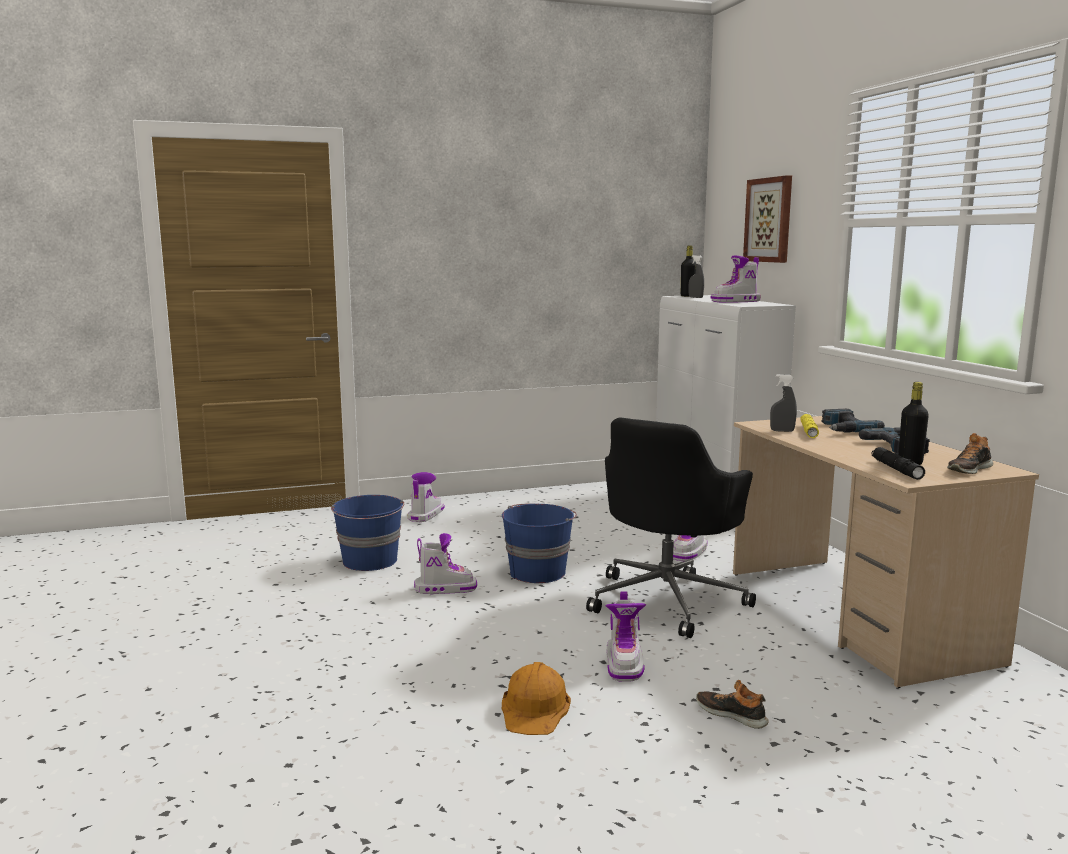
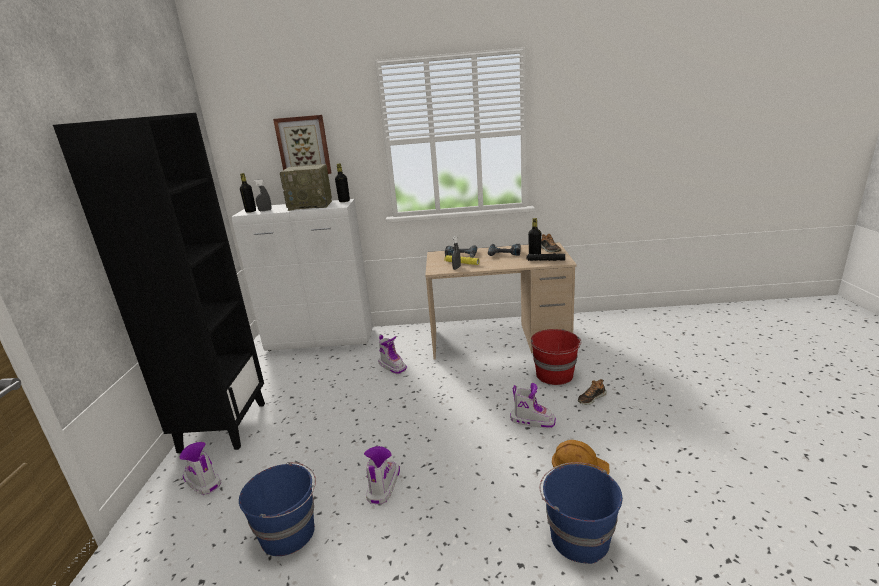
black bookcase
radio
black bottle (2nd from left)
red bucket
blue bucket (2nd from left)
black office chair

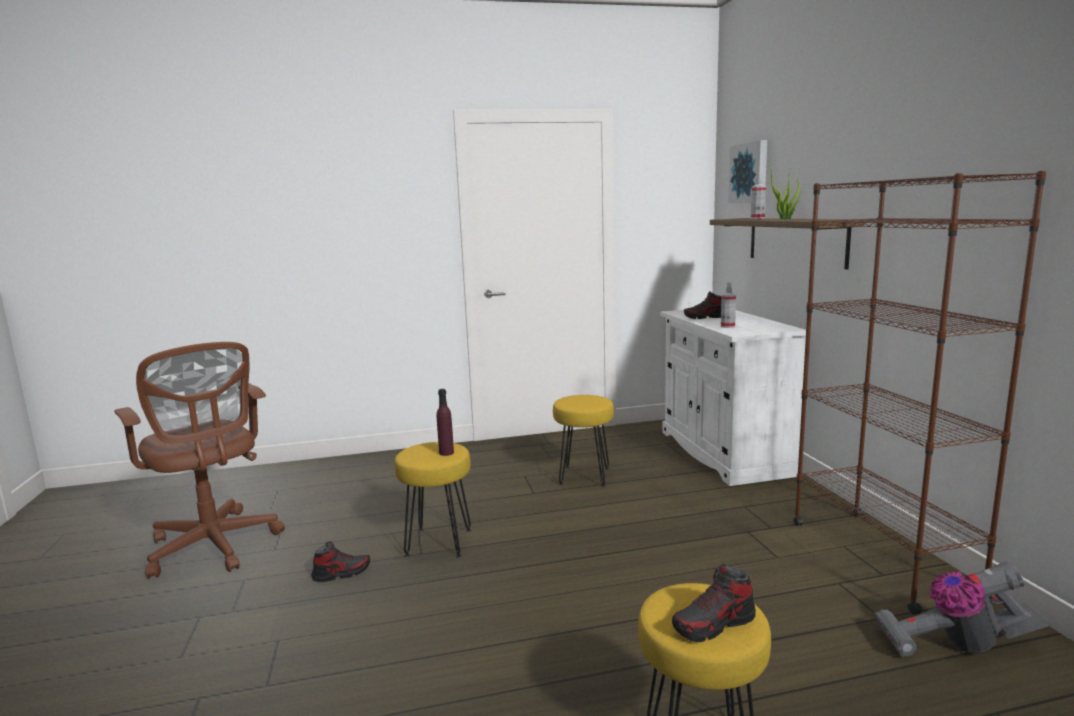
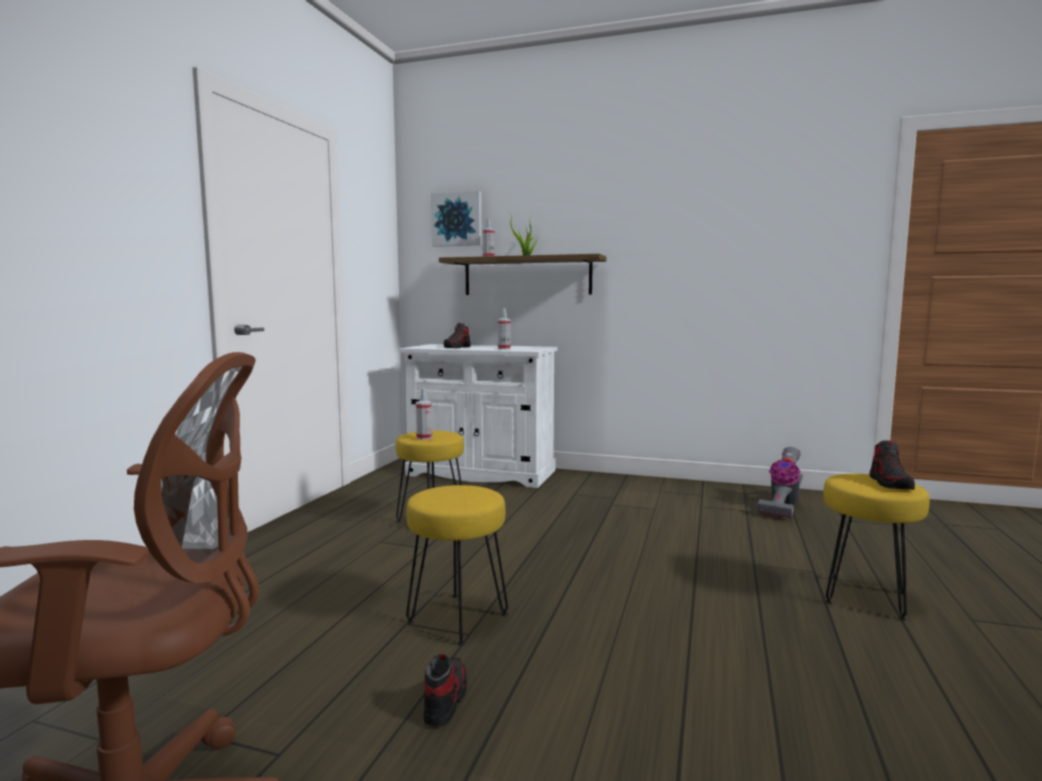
spray bottle (1st from left)
purple bottle
brown bookcase

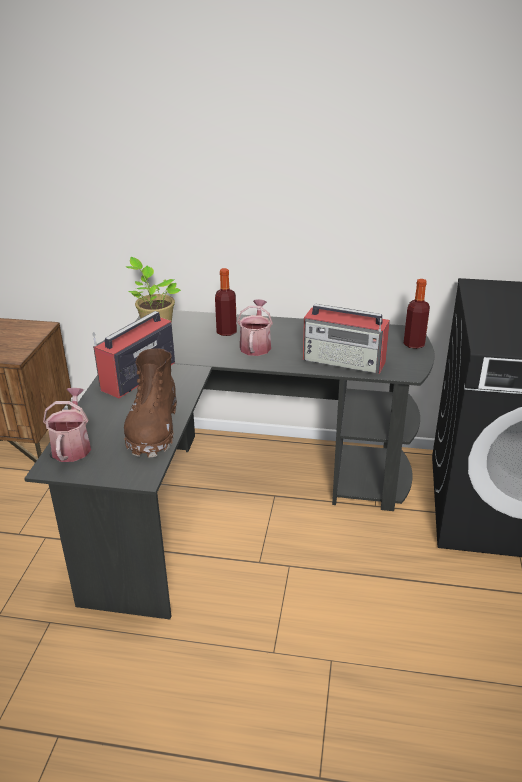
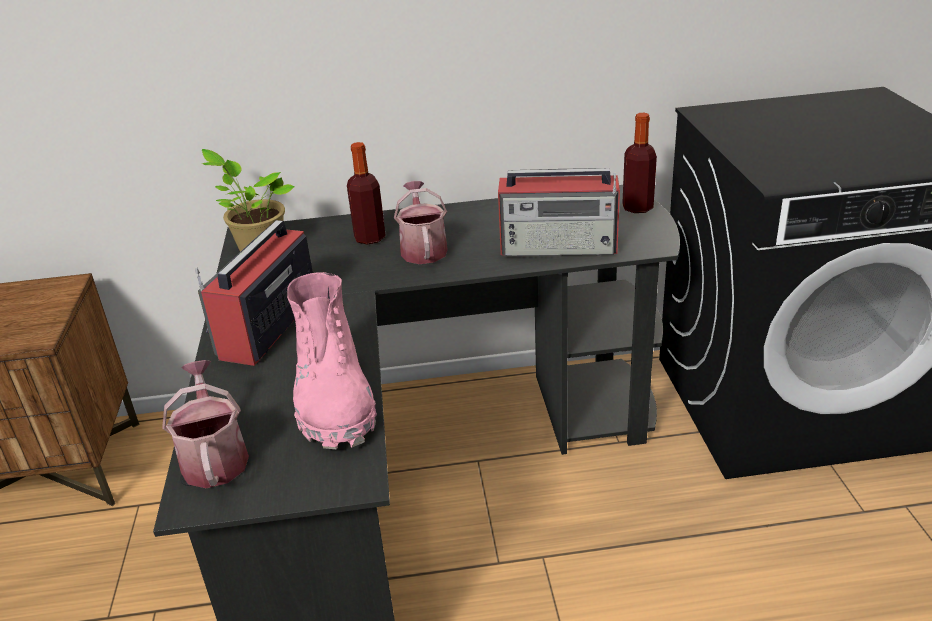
pink boot

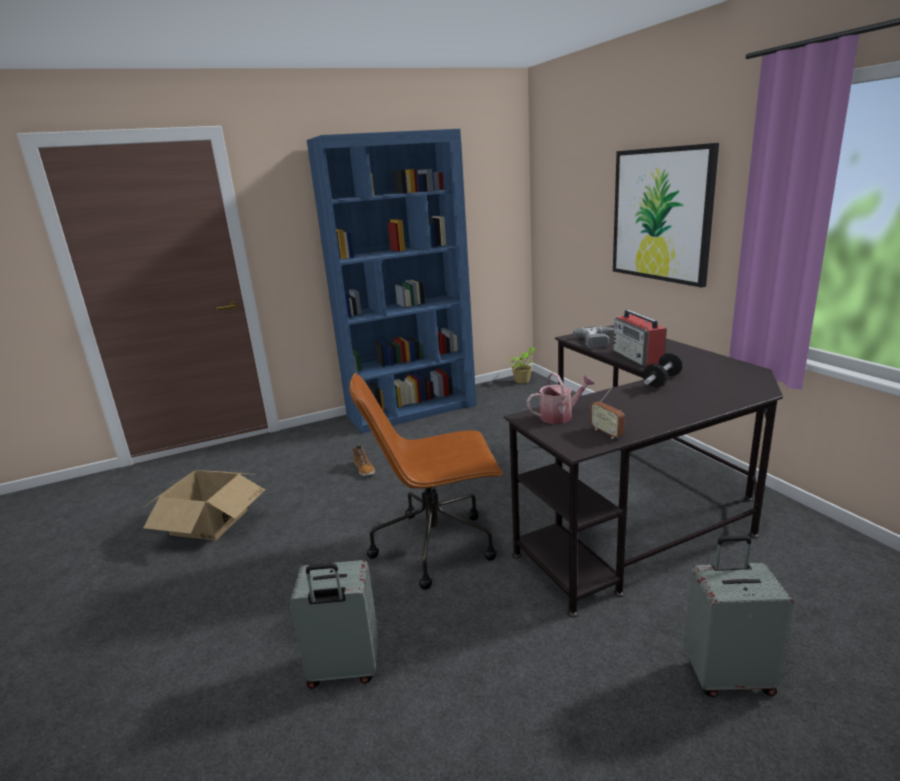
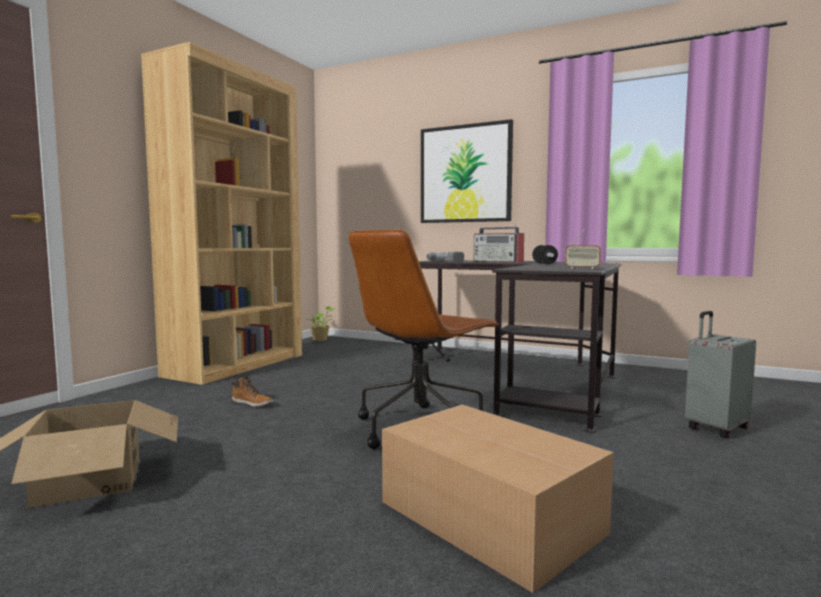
brown bookcase
cardboard box (2nd from left)
watering can

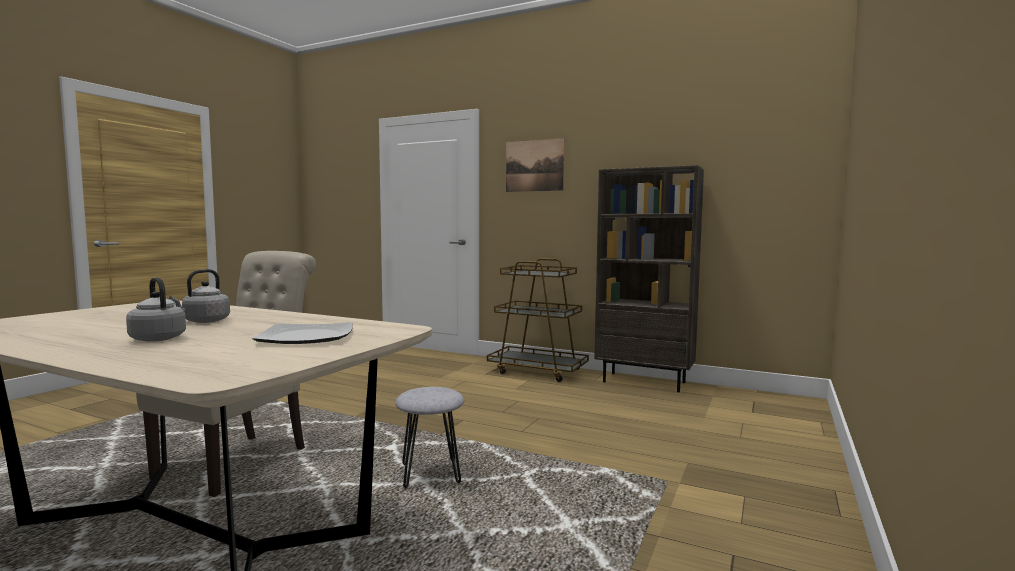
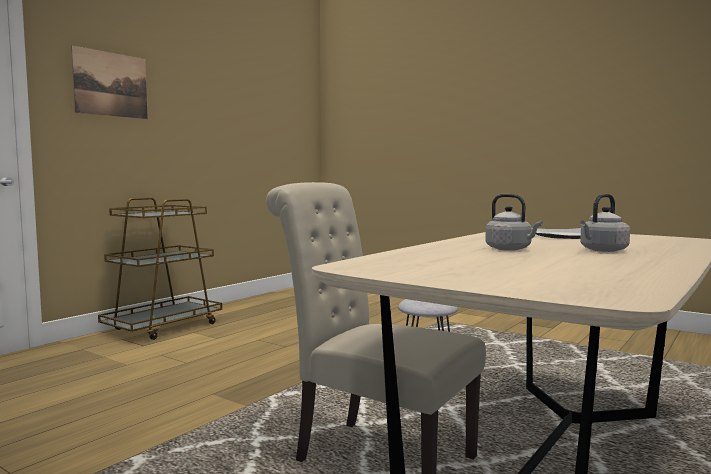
brown bookcase

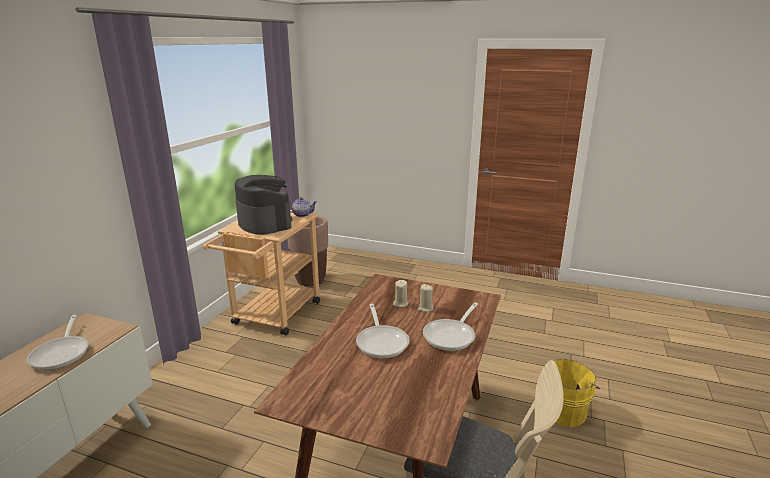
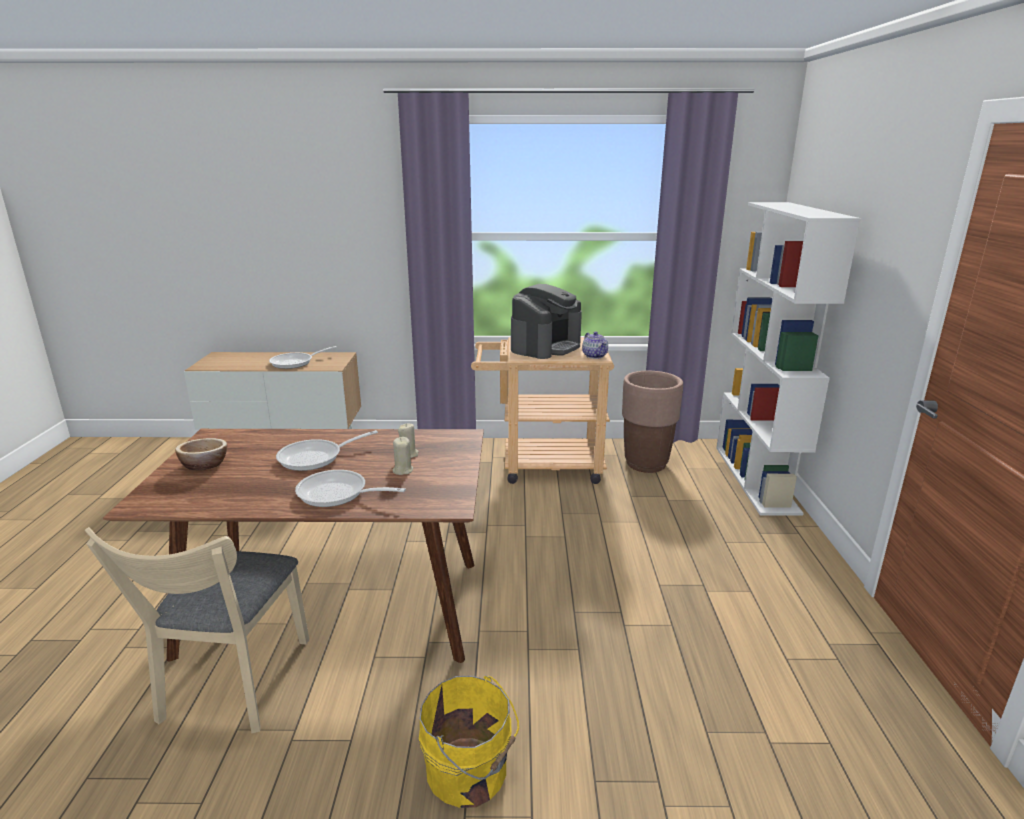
bowl
white bookcase

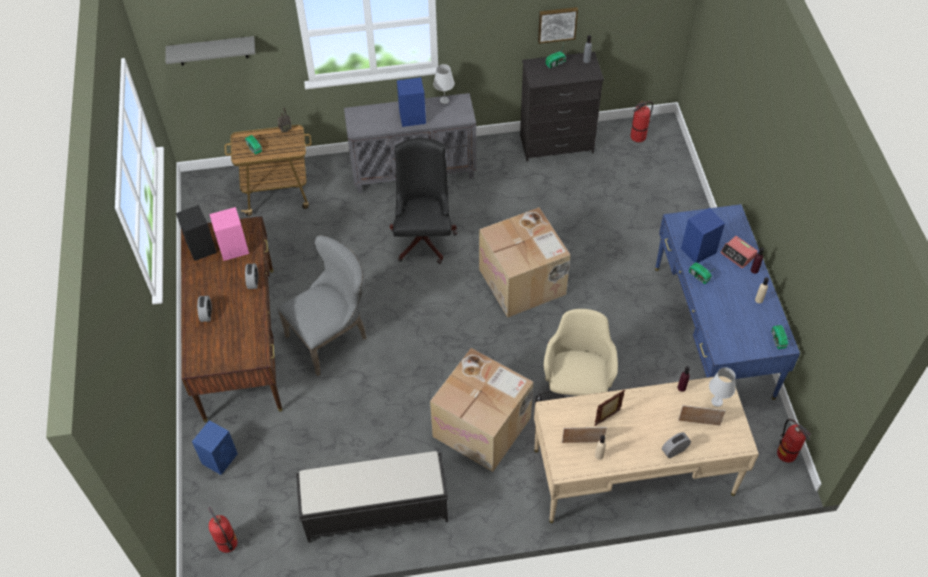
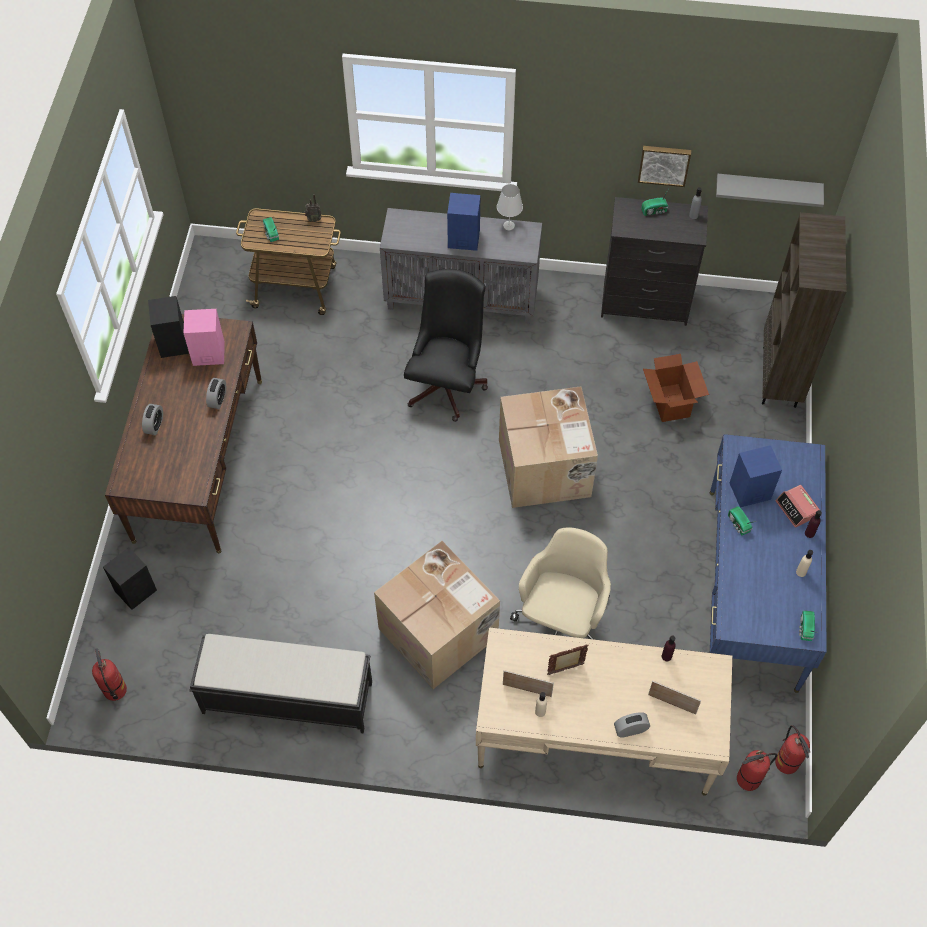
black speaker (1st from left)
cardboard box (3rd from left)
grey shelf
fire extinguisher (2nd from left)
brown bookcase
grey chair
white table lamp (2nd from left in the first image)

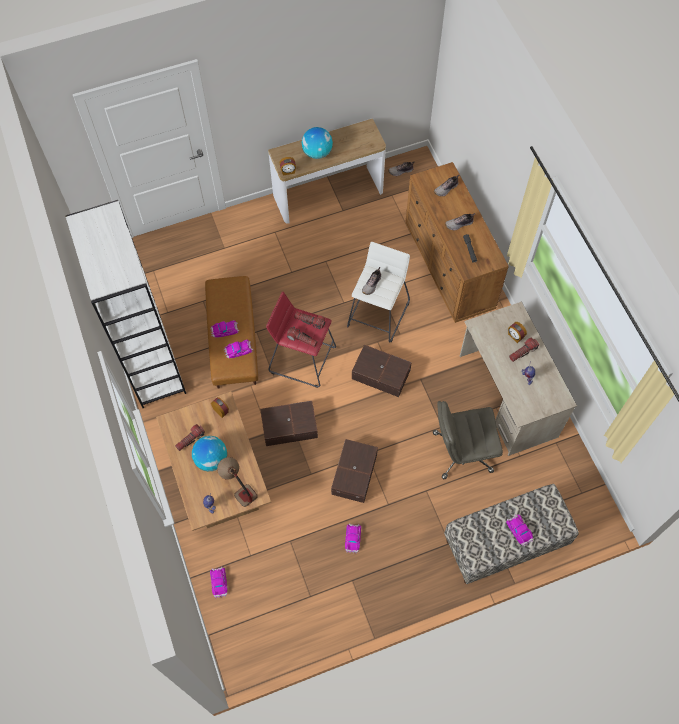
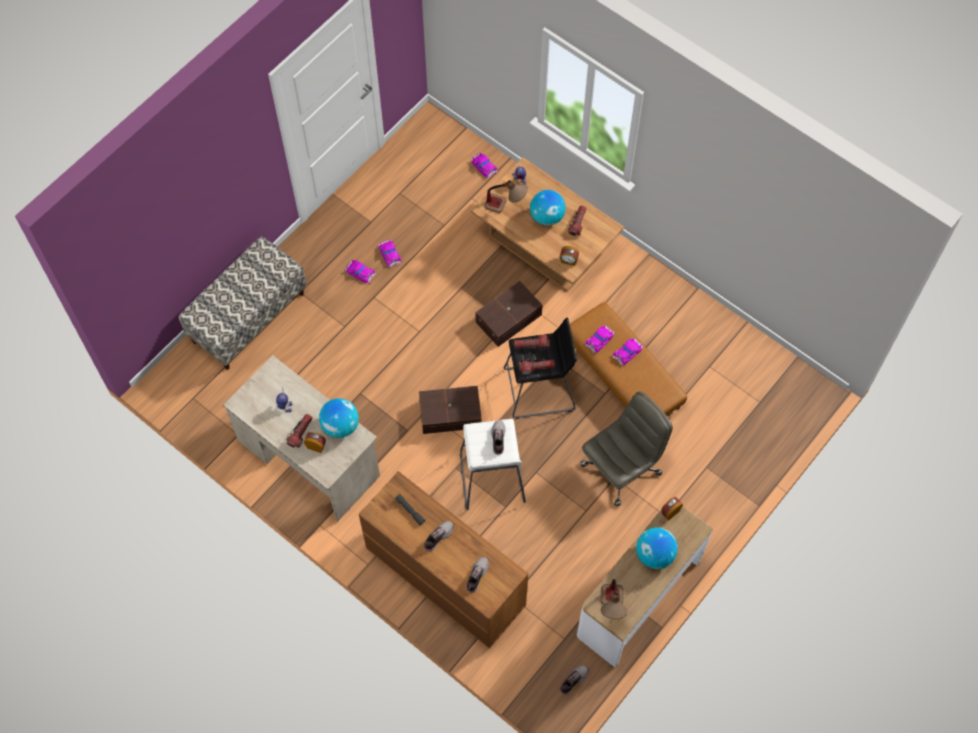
globe (1st from left)
toy car (1st from left)
black stool
grey office chair
table lamp (2nd from left)
white bookcase
brown storage box (2nd from left in the first image)

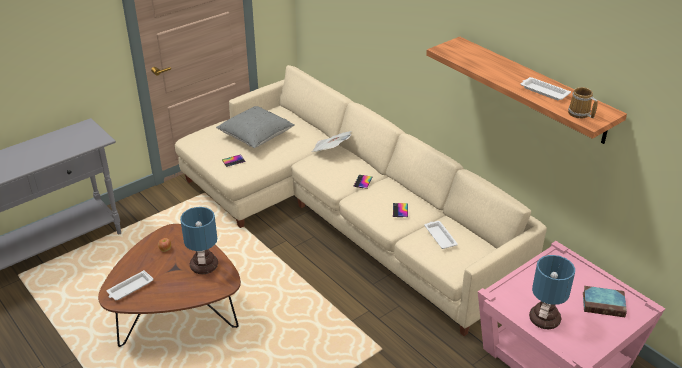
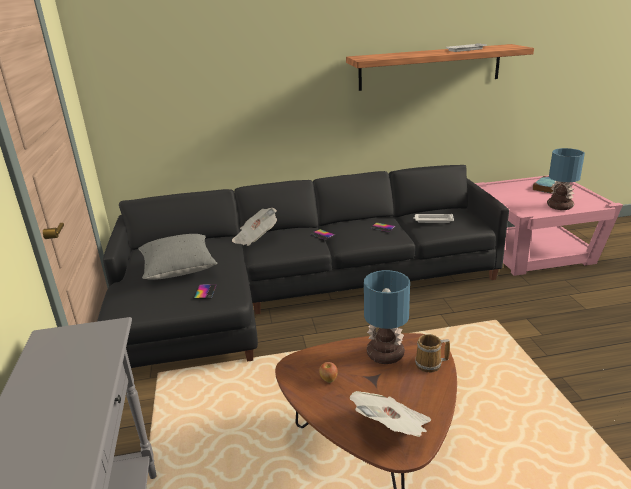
black sofa
newspaper (2nd from left)
mug

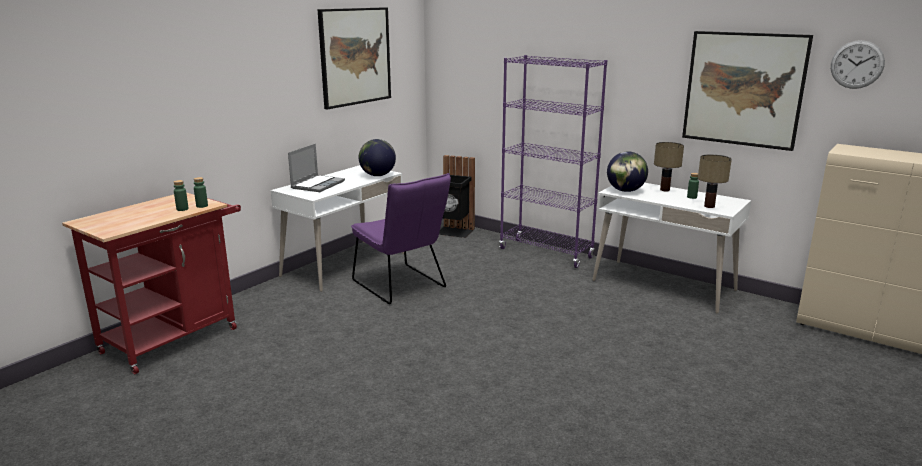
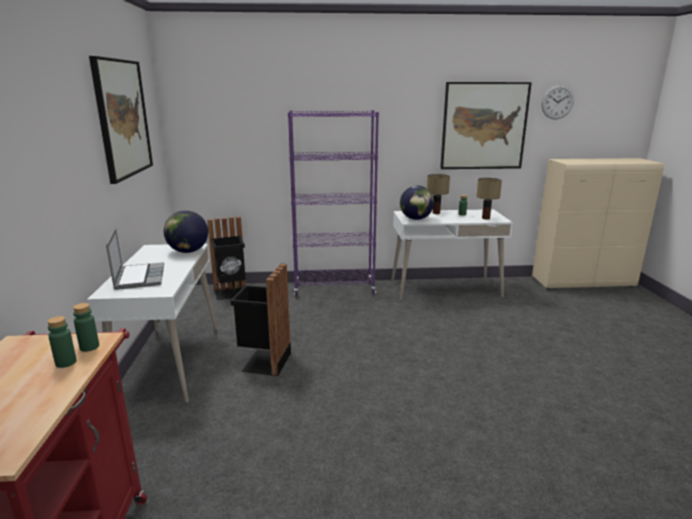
black trash can (2nd from left)

